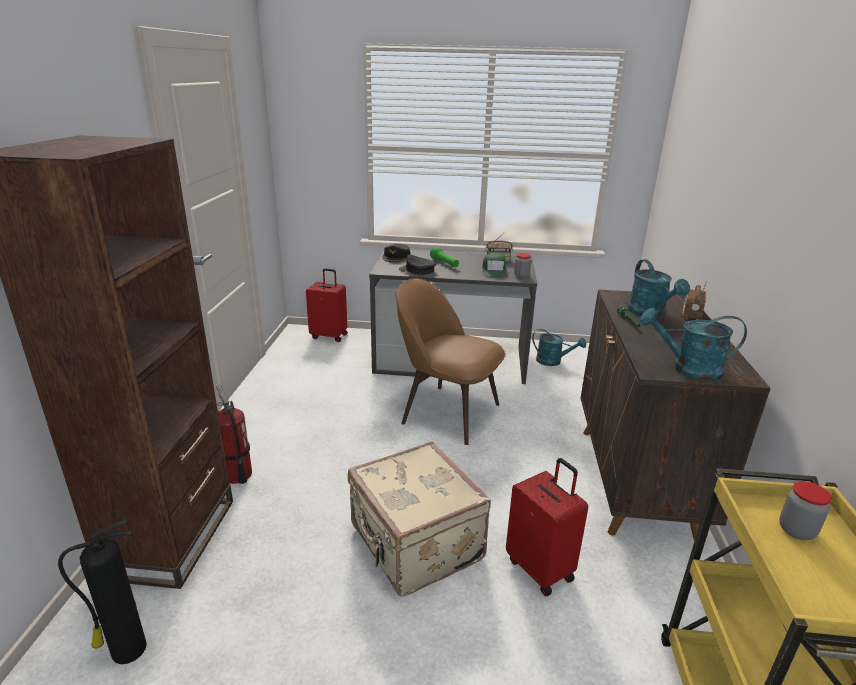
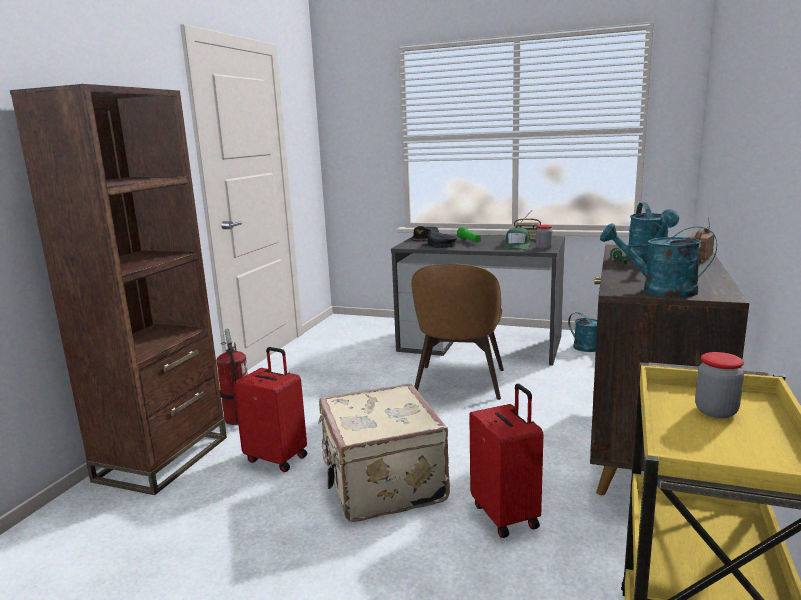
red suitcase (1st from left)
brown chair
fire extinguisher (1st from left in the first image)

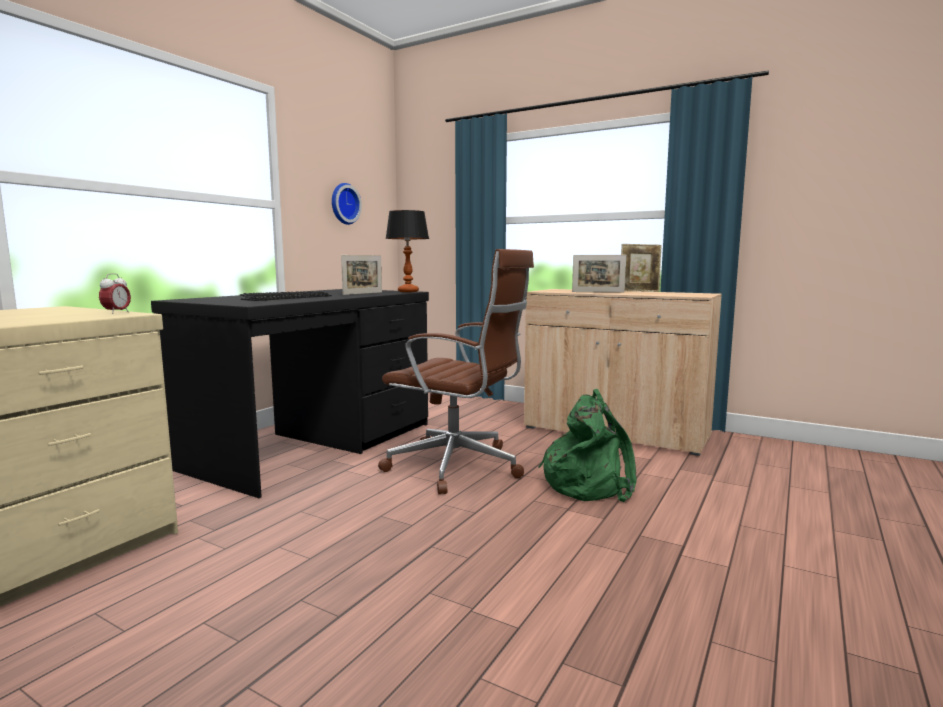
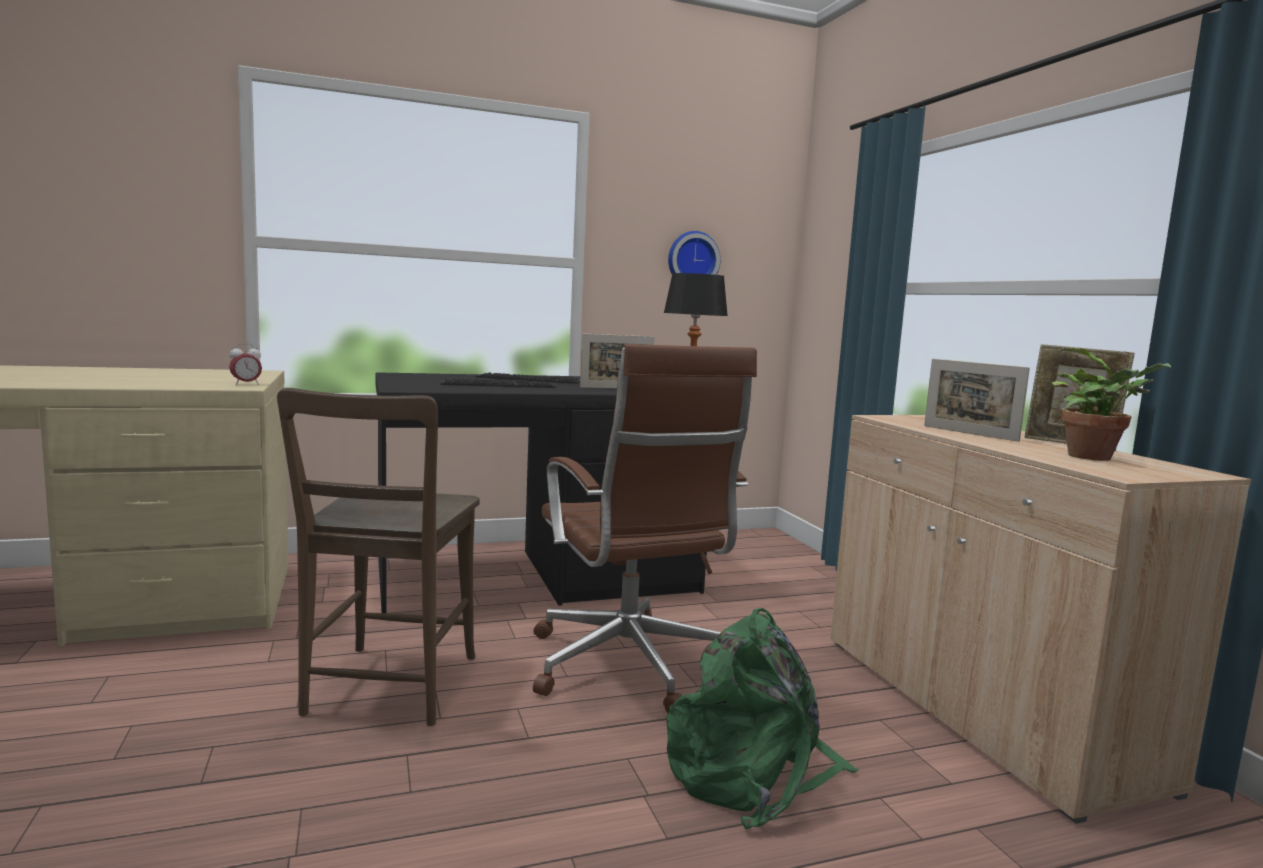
brown chair
potted plant

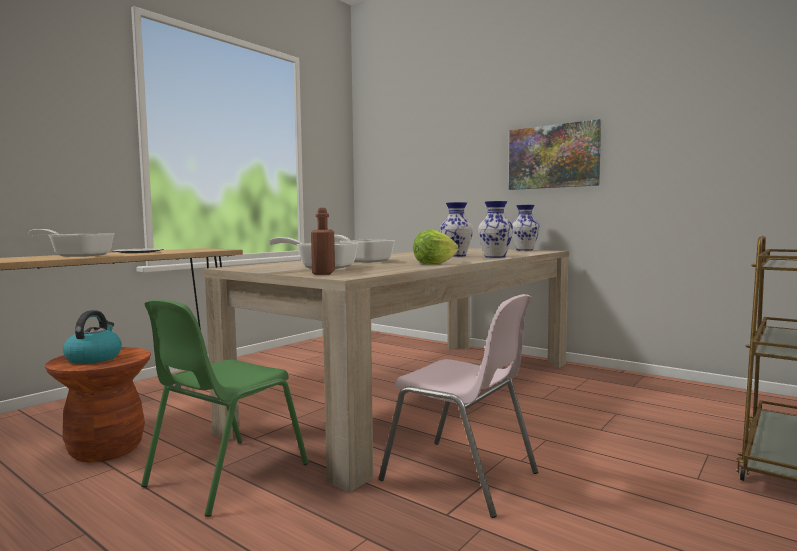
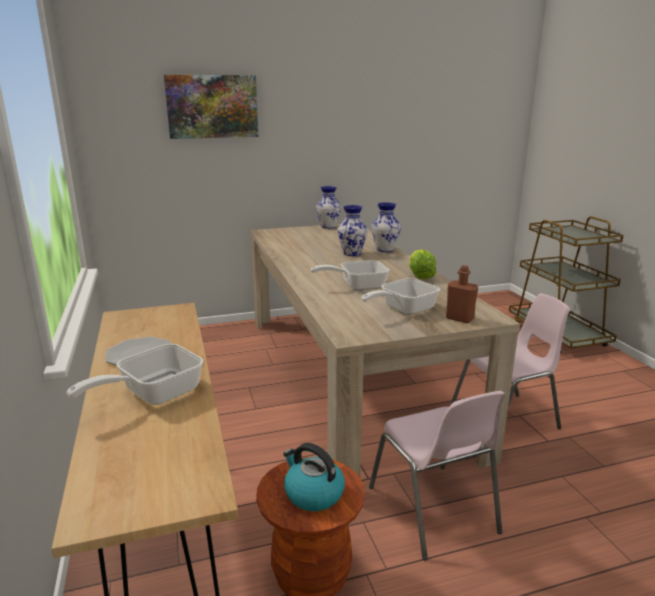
picture
pink chair (1st from left)

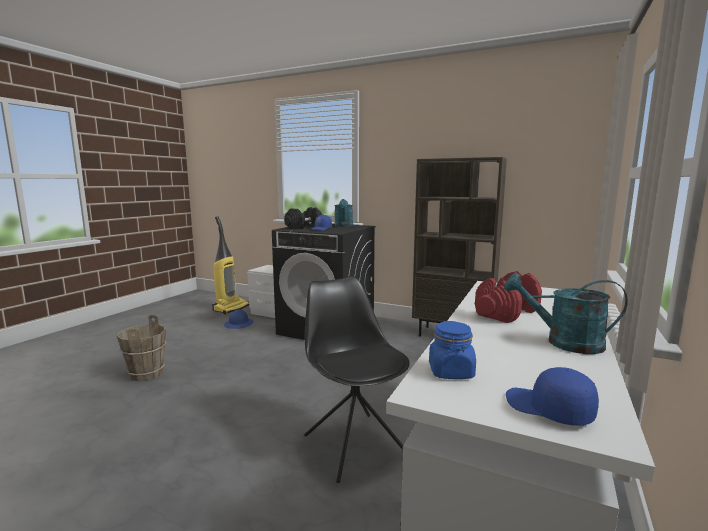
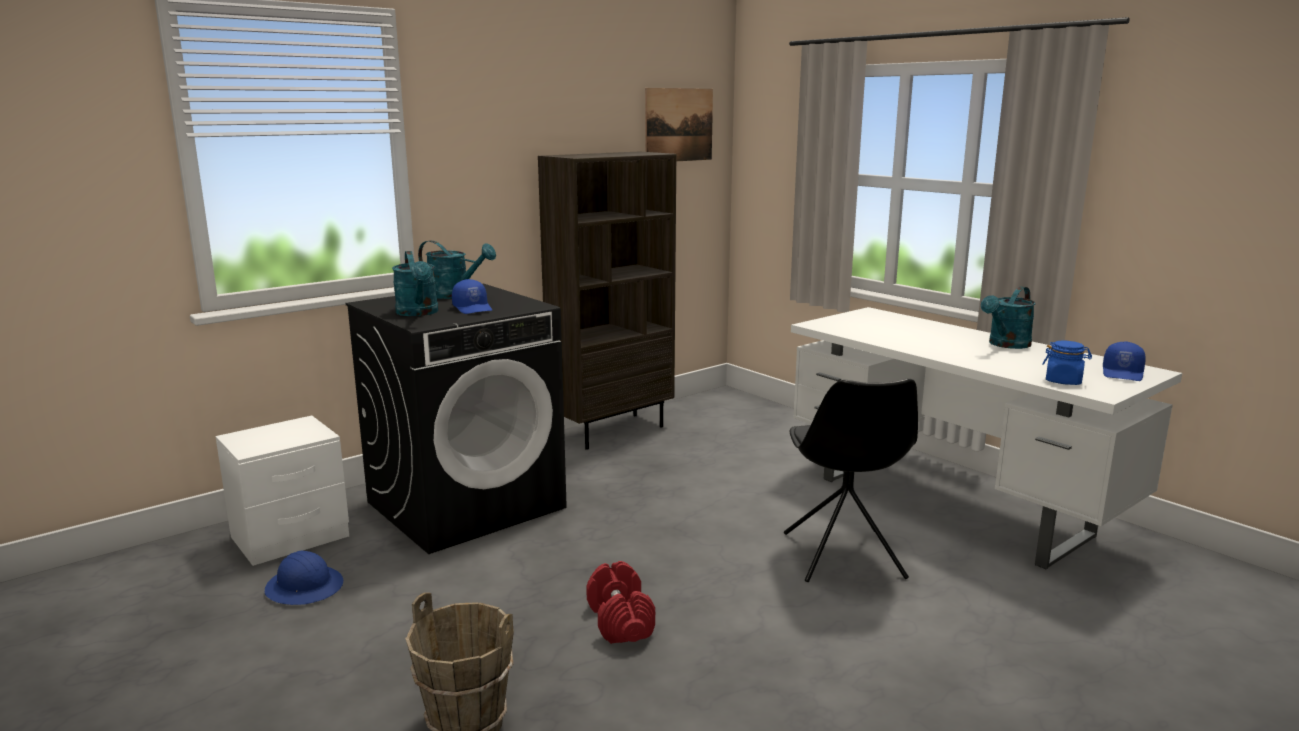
turquoise watering can (1st from left)
red dumbbell
picture
black chair
blue cap (2nd from left)
vacuum cleaner

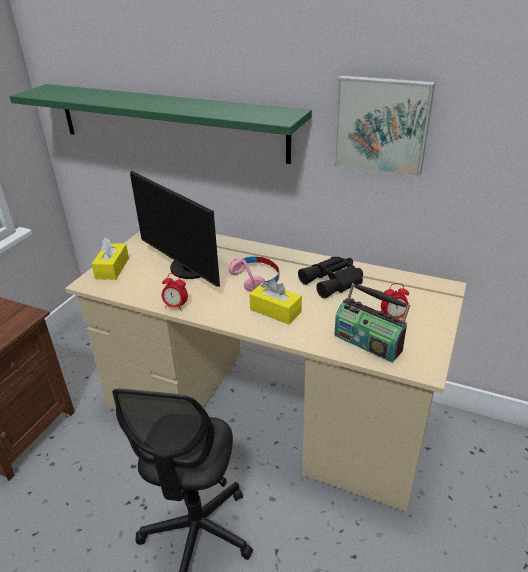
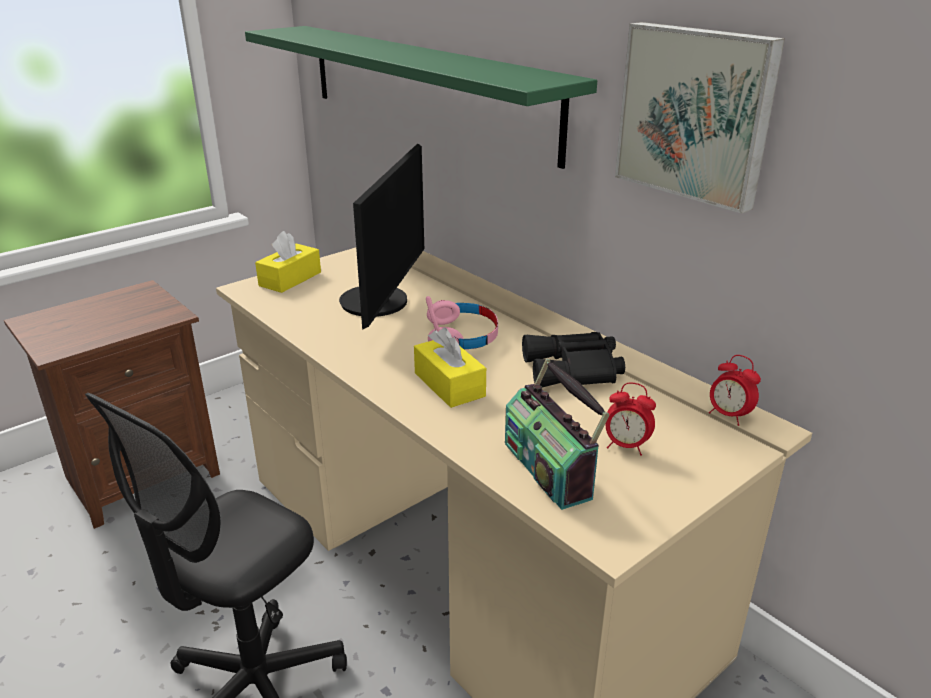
monitor
alarm clock (2nd from left)

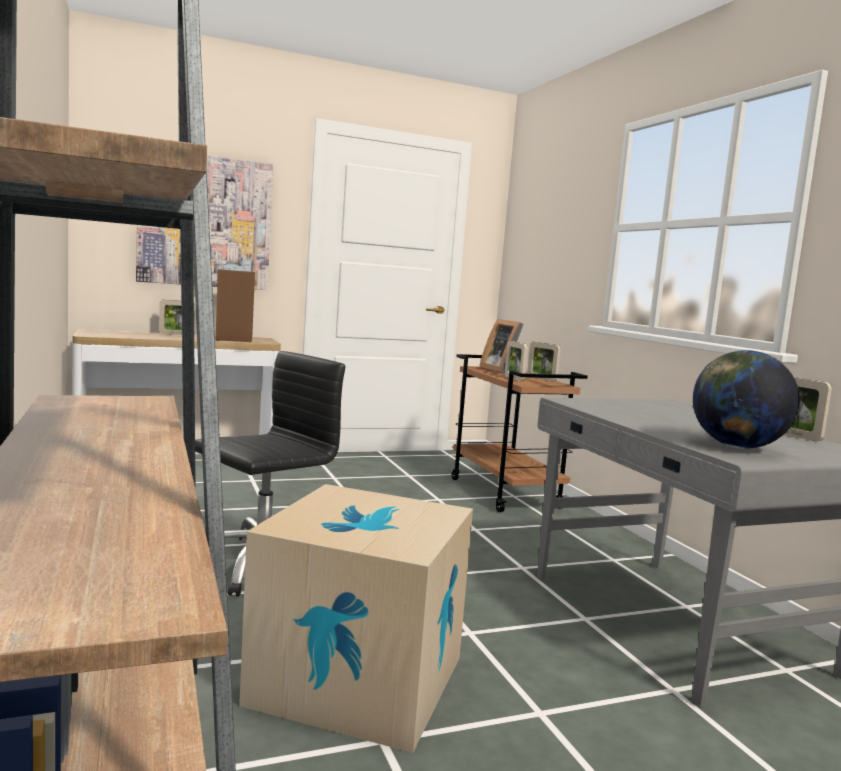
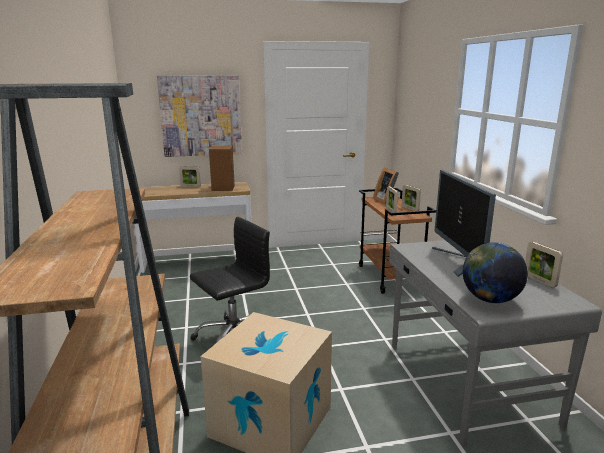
monitor

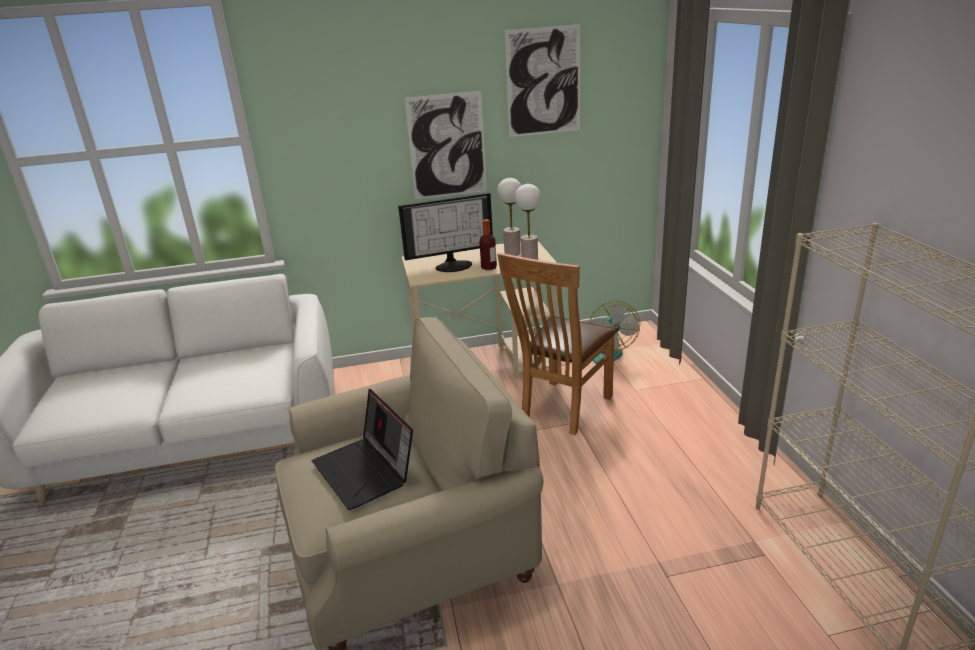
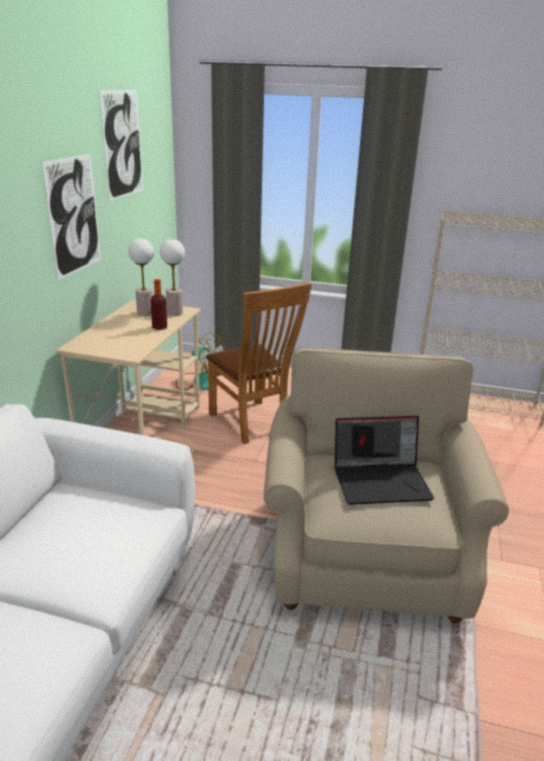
monitor

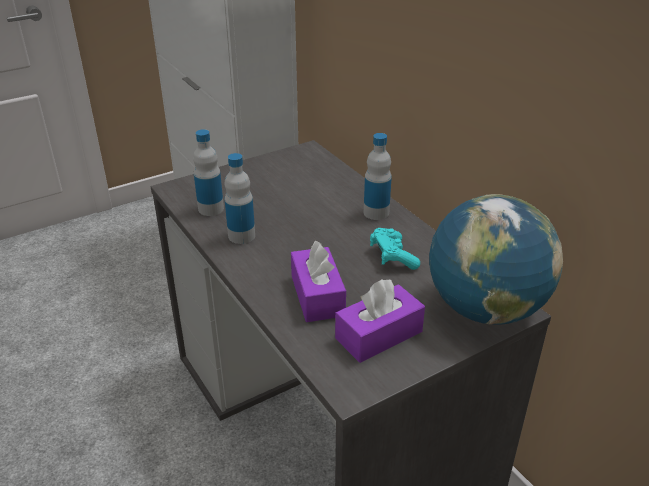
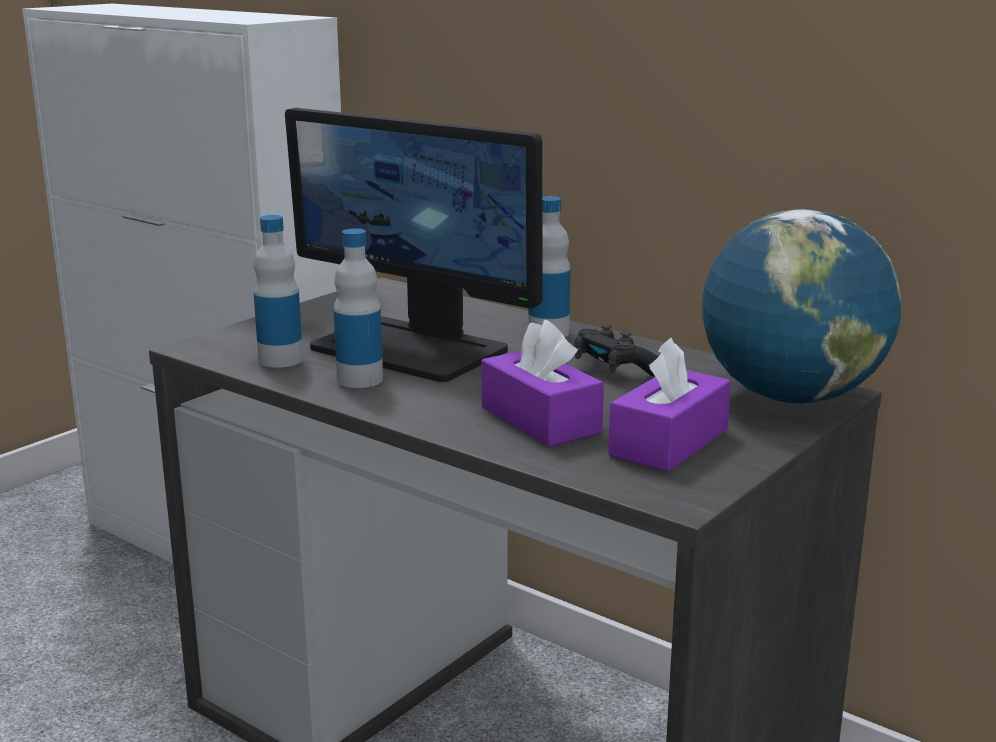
monitor
black game controller

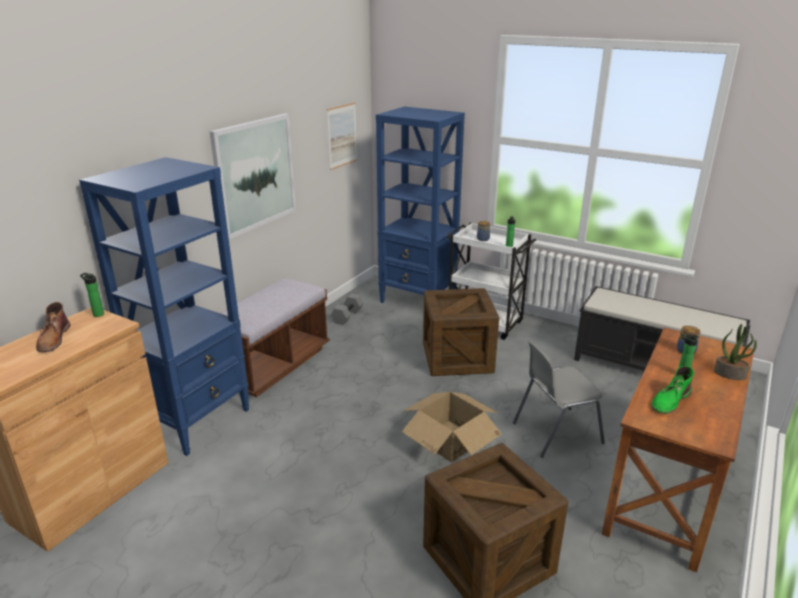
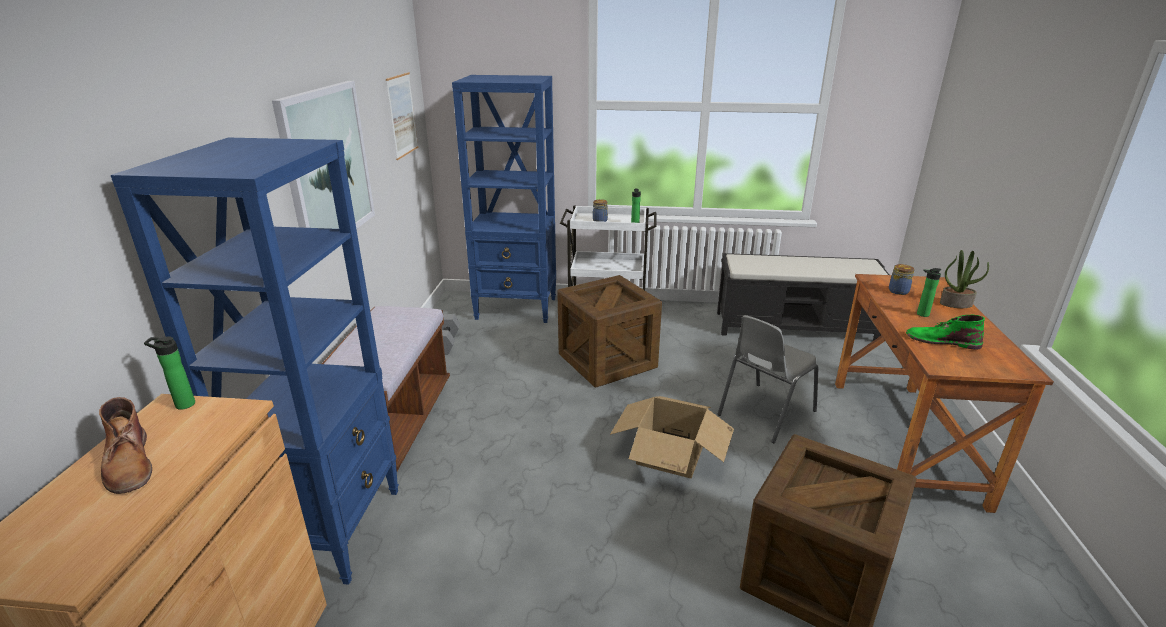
green boot

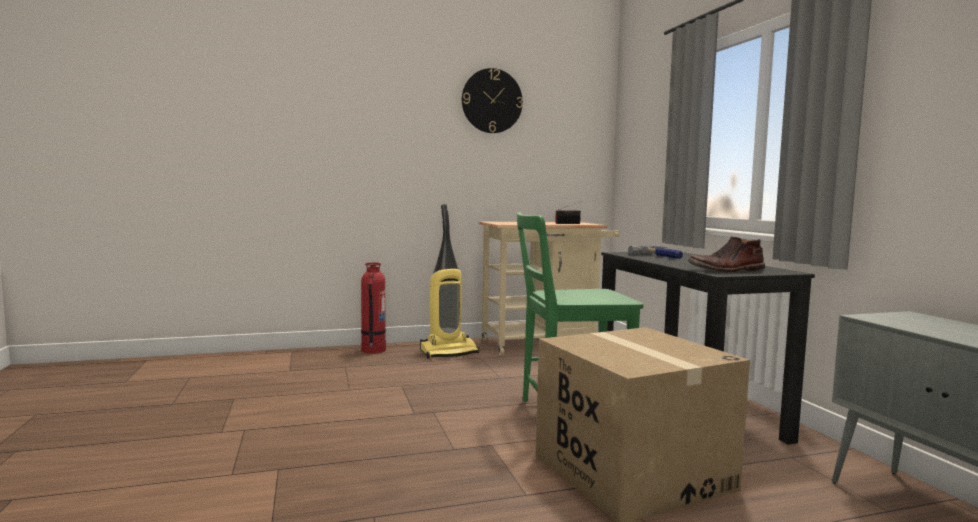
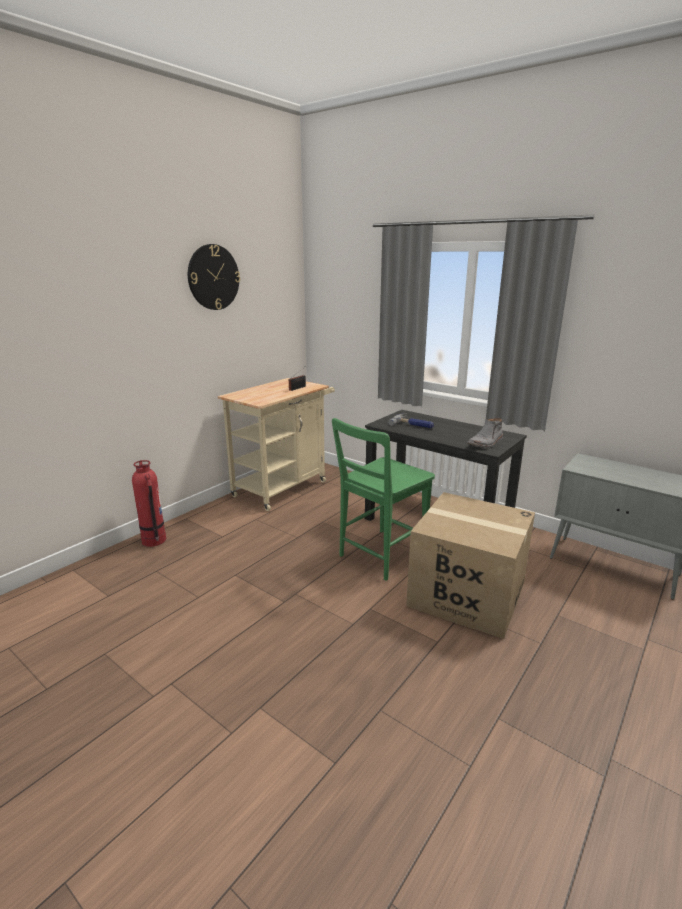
grey boot
vacuum cleaner

